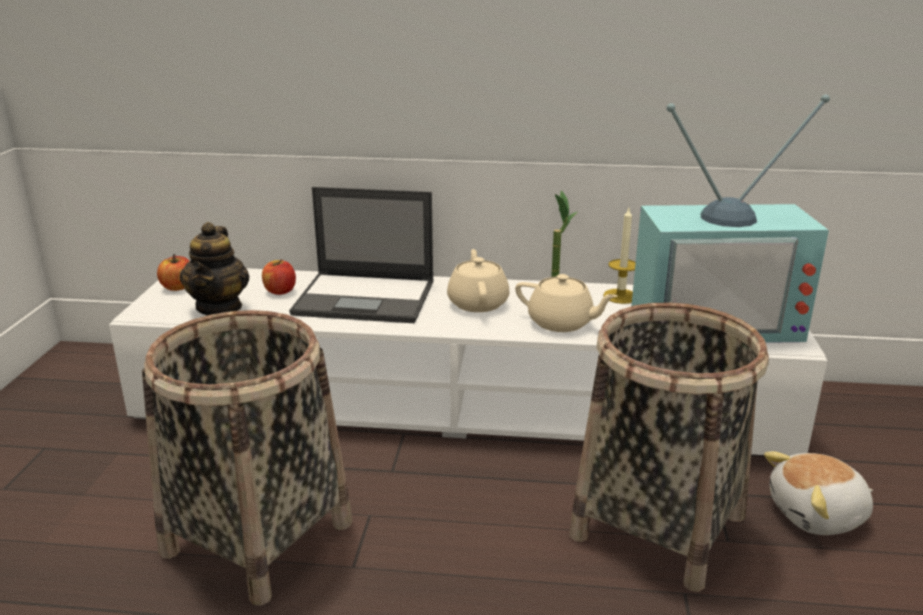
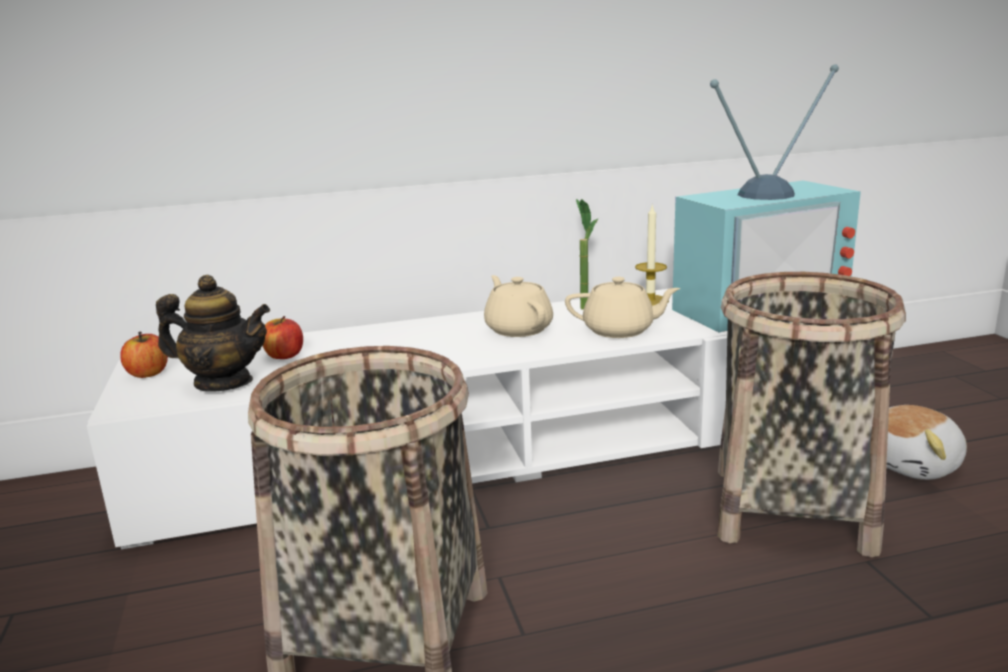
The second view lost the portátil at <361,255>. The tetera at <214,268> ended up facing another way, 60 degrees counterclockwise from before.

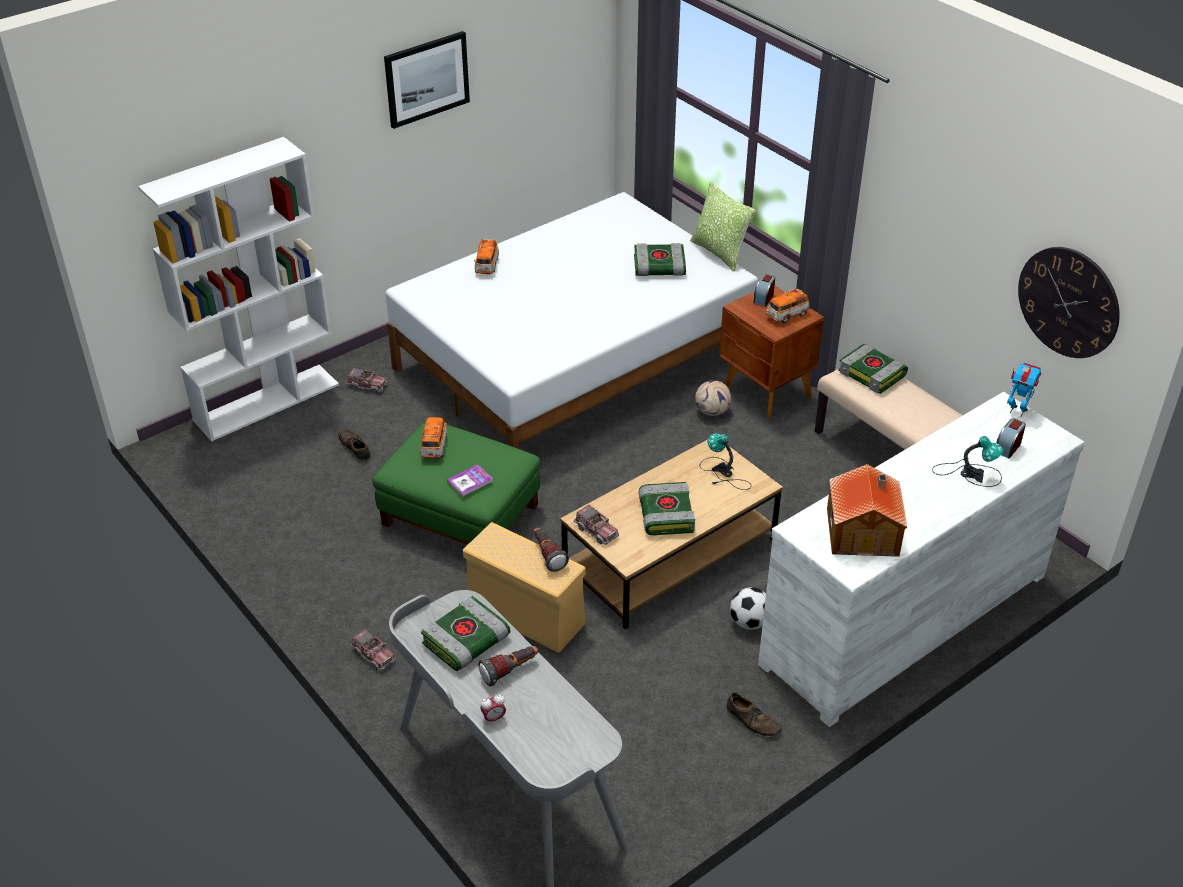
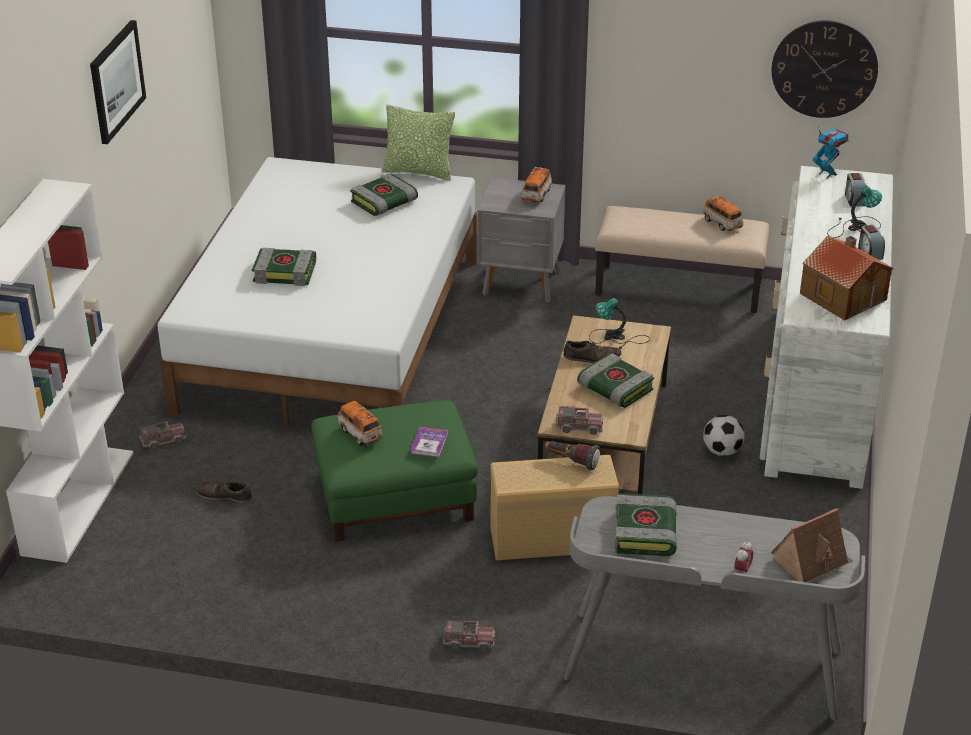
The second view lost the linterna at <508,666>. The second view lost the balón de fútbol at <713,398>. The second view gained the casita at <812,545>. The coche de juguete ended up elsewhere, having gone from <486,256> to <723,213>. The zapato (marrón) ended up elsewhere, having gone from <754,715> to <592,352>. The despertador ended up elsewhere, having gone from <764,290> to <871,242>. The libro ended up elsewhere, having gone from <873,369> to <284,267>. What was the mesita de noche (marrón) at <771,352> turned into the mesita de noche (gris) at <521,240>. The robot de juguete at <1024,389> ended up facing another way, 60 degrees clockwise from before.

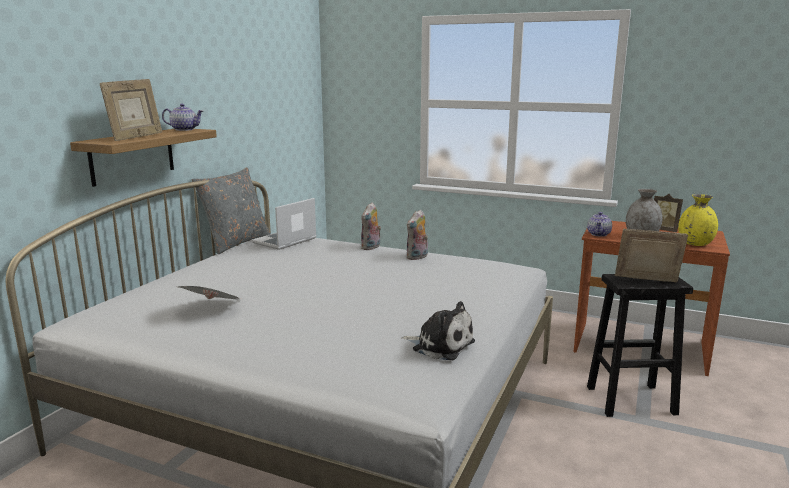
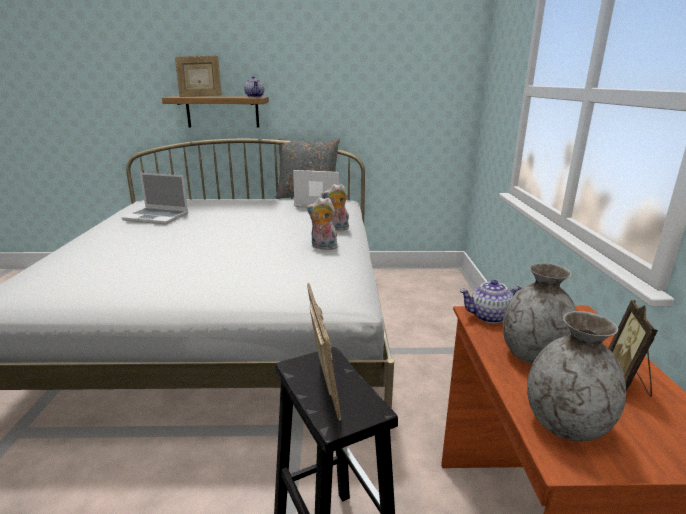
The second view lost the peluche at <438,330>. Where the periódico stood at <209,292>, the portátil came to stand at <154,199>. What was the florero (amarillo) at <698,220> turned into the florero (gris) at <576,376>.

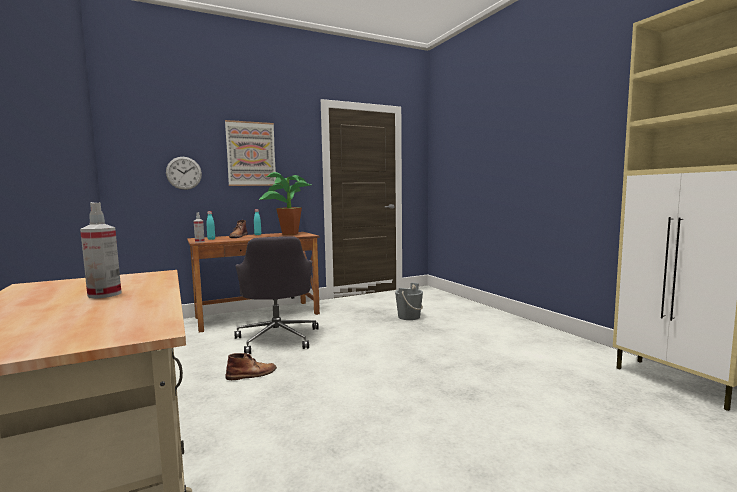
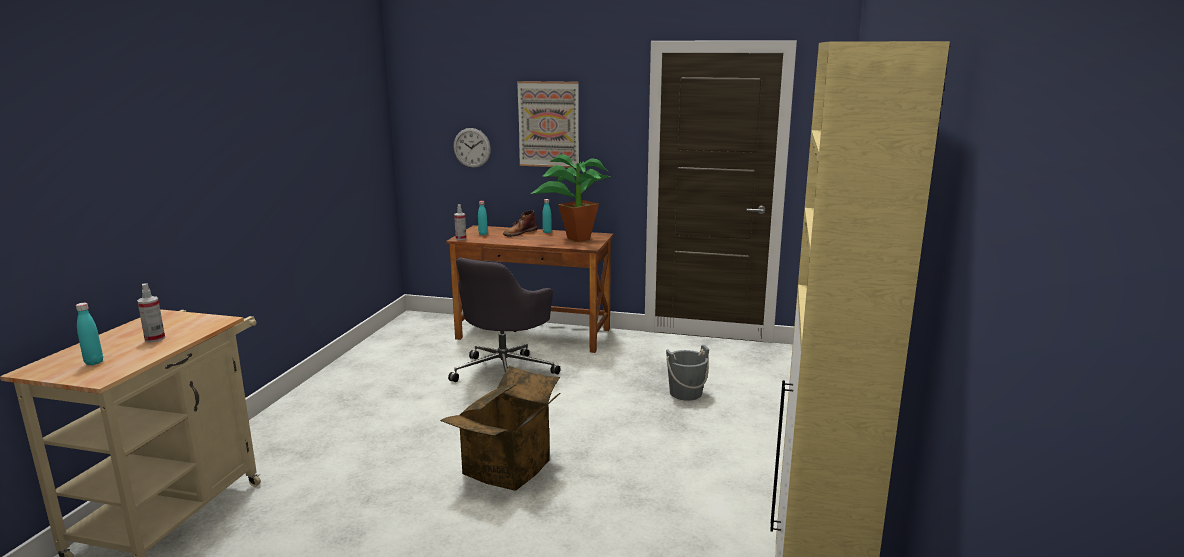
The second view lost the bota (marrón) at <251,366>. The second view gained the botella (turquesa) at <89,334>. The second view gained the caja de cartón at <500,428>.

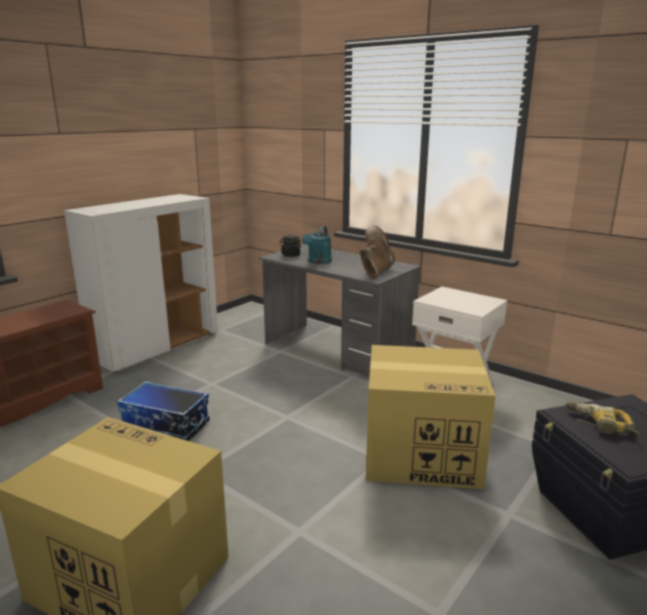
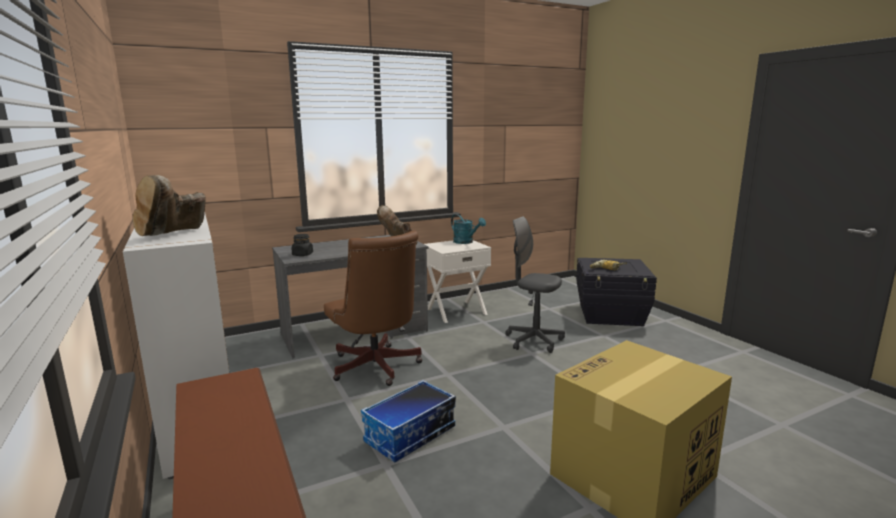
The second view gained the bota (marrón) at <169,205>. The second view gained the silla de oficina (marrón) at <373,308>. The regadera (turquesa) ended up elsewhere, having gone from <317,245> to <468,229>. Where the caja de cartón stood at <430,417>, the silla de oficina (gris) came to stand at <535,284>.

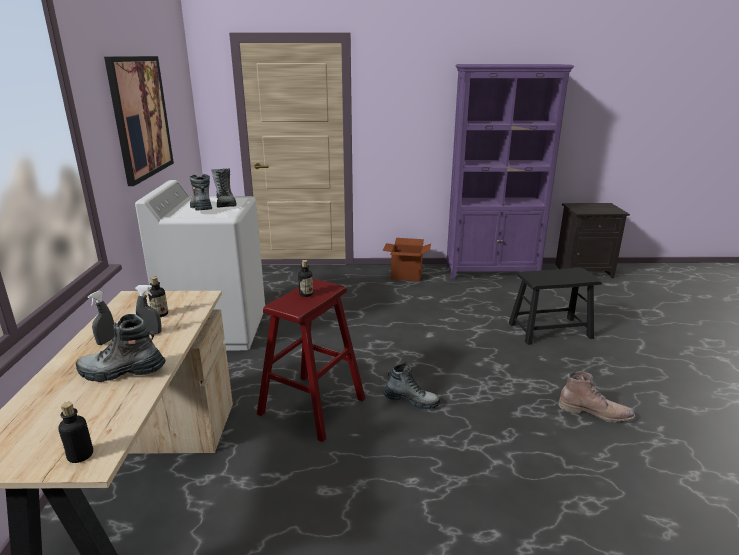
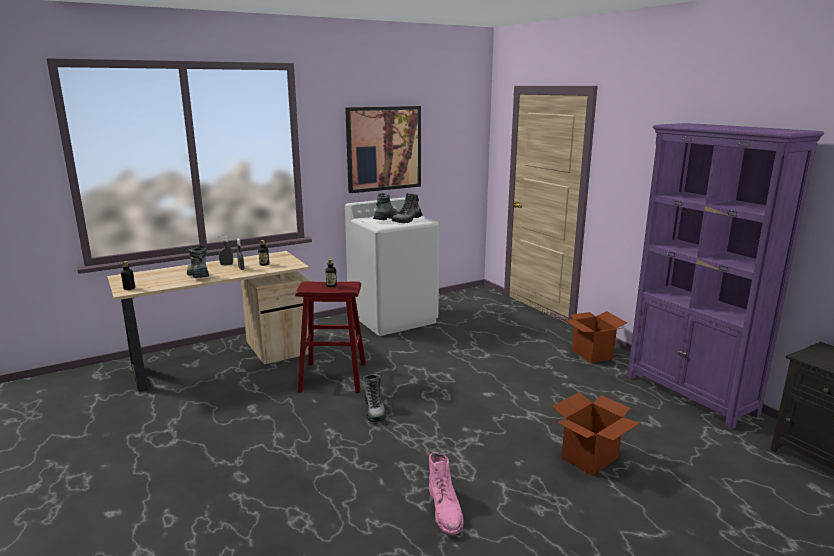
Where the taburete (negro) stood at <555,306>, the caja de cartón came to stand at <596,434>. What was the bota (marrón) at <596,397> turned into the bota (rosa) at <446,493>.

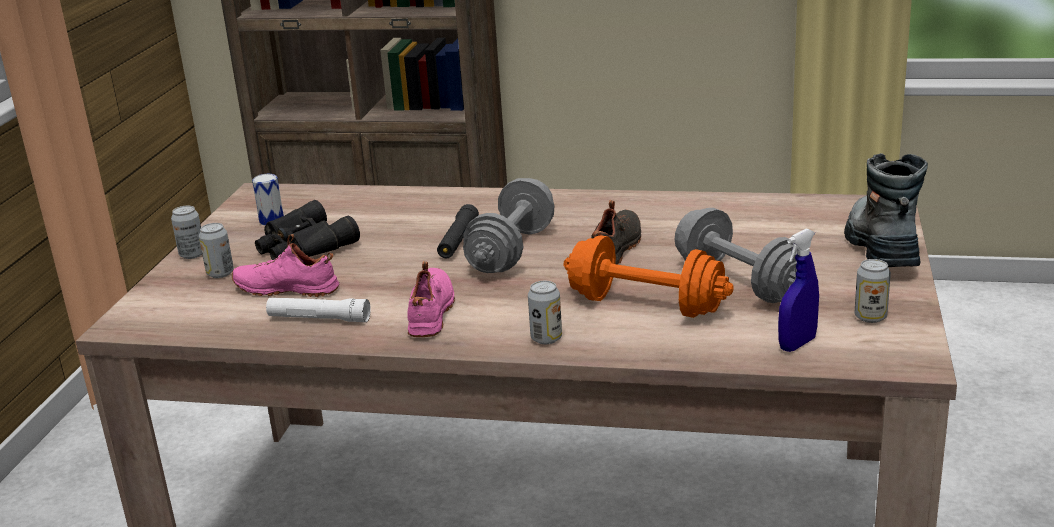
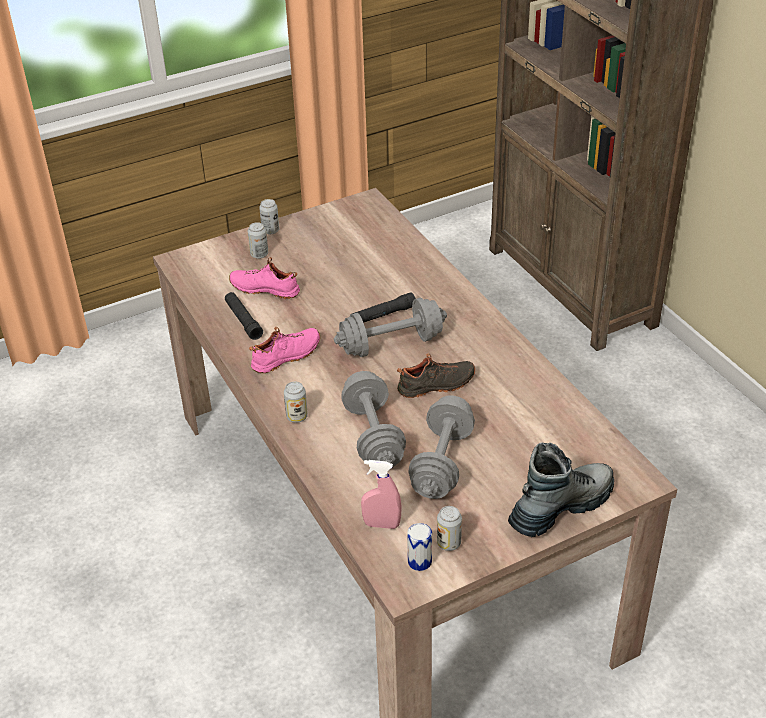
The second view lost the prismáticos (negro) at <307,230>. The lata ended up elsewhere, having gone from <268,200> to <419,547>. What was the linterna (blanco) at <318,310> turned into the linterna (negro) at <244,316>. What was the mancuerna (naranja) at <648,276> turned into the mancuerna (gris) at <373,419>. What was the pulverizador (azul) at <798,290> turned into the pulverizador (rosa) at <381,494>. The zapato (rosa) at <285,265> ended up facing another way, 45 degrees counterclockwise from before.

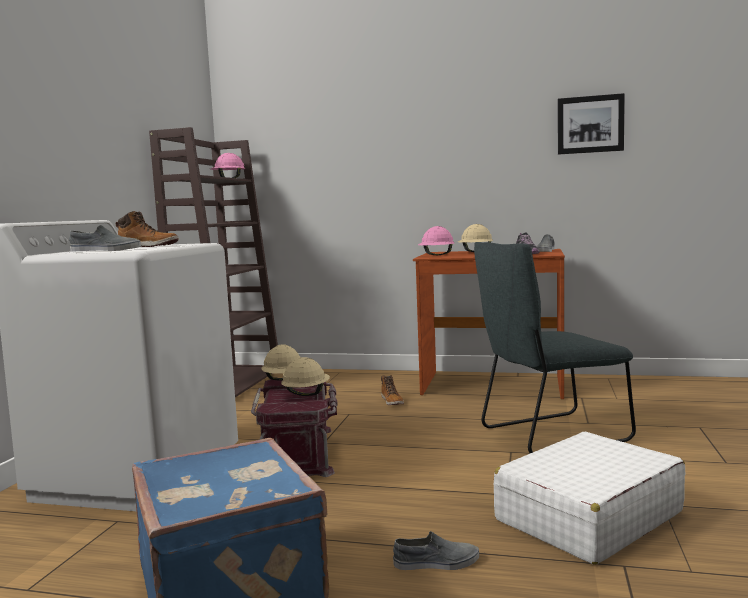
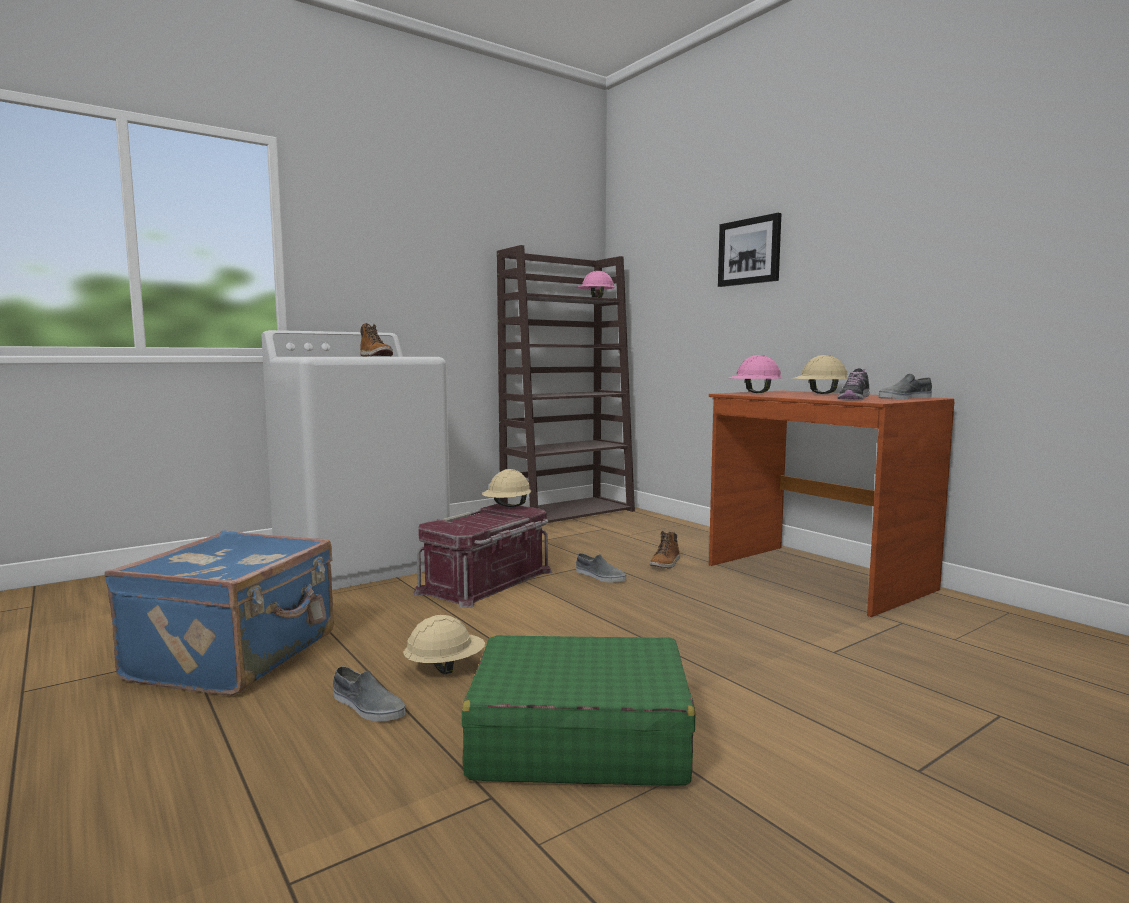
The second view lost the silla (gris) at <555,347>. The zapato (gris) ended up elsewhere, having gone from <105,238> to <601,567>. The casco (beis) ended up elsewhere, having gone from <305,376> to <444,645>. The cuadro ended up elsewhere, having gone from <591,124> to <749,250>. What was the maleta (blanco) at <589,498> turned into the maleta (verde) at <578,710>.

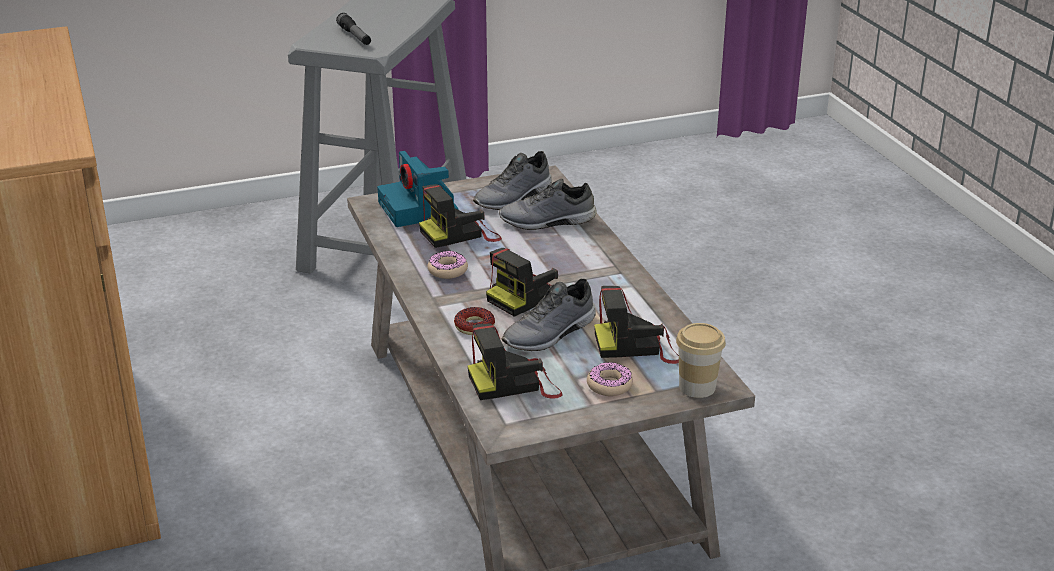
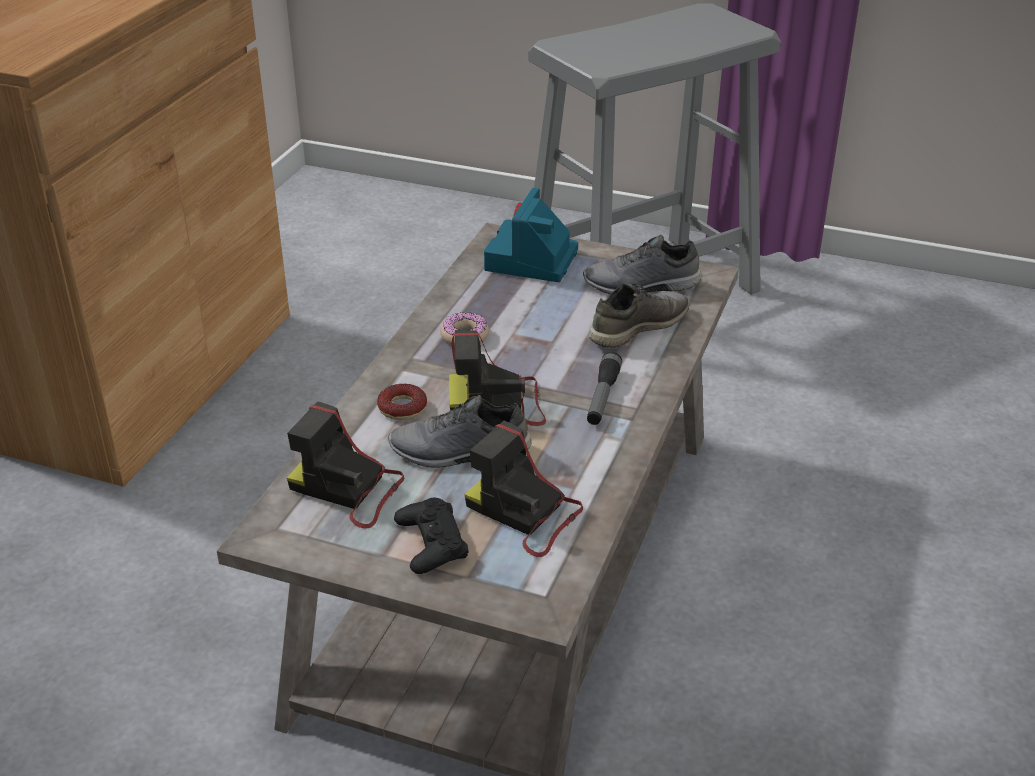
The second view lost the cámara at <460,216>. The second view lost the taza at <701,360>. The linterna ended up elsewhere, having gone from <353,29> to <604,388>. Where the rosquilla stood at <610,379>, the mando de consola (negro) came to stand at <431,536>. The zapato (gris) at <548,204> ended up facing another way, 105 degrees clockwise from before.

